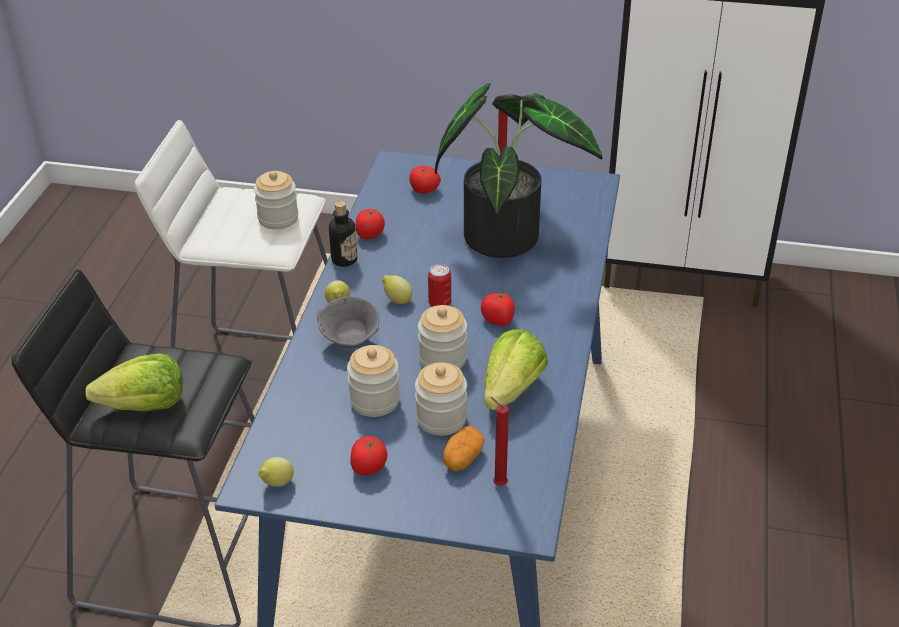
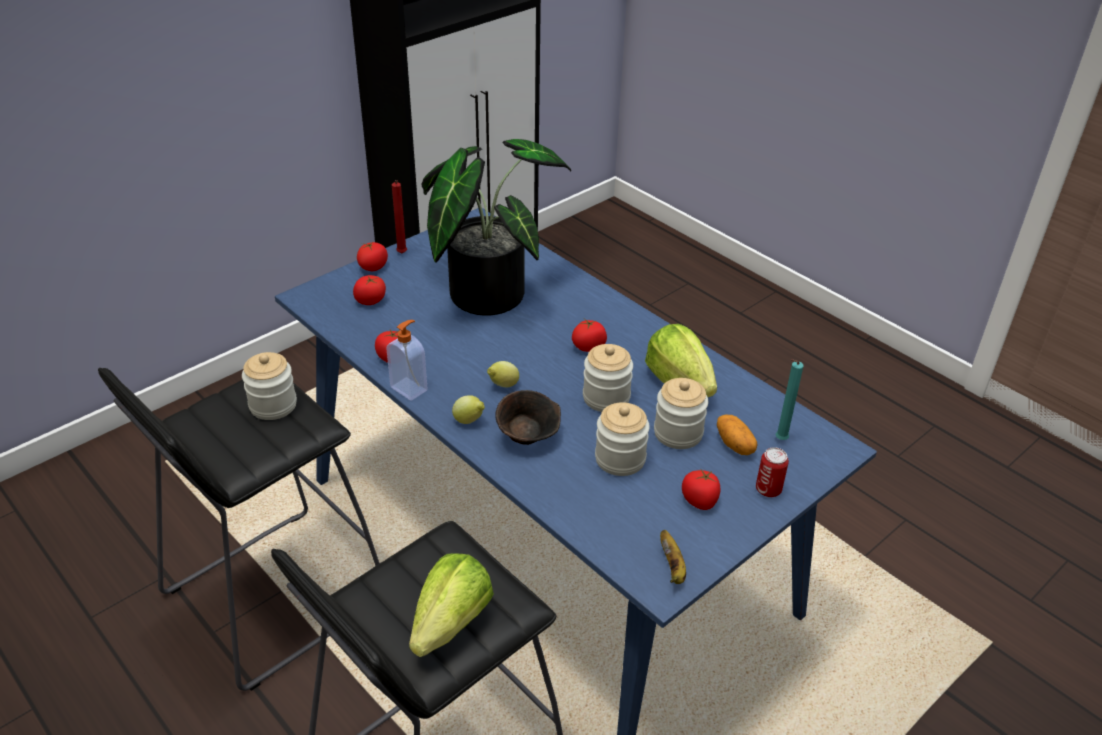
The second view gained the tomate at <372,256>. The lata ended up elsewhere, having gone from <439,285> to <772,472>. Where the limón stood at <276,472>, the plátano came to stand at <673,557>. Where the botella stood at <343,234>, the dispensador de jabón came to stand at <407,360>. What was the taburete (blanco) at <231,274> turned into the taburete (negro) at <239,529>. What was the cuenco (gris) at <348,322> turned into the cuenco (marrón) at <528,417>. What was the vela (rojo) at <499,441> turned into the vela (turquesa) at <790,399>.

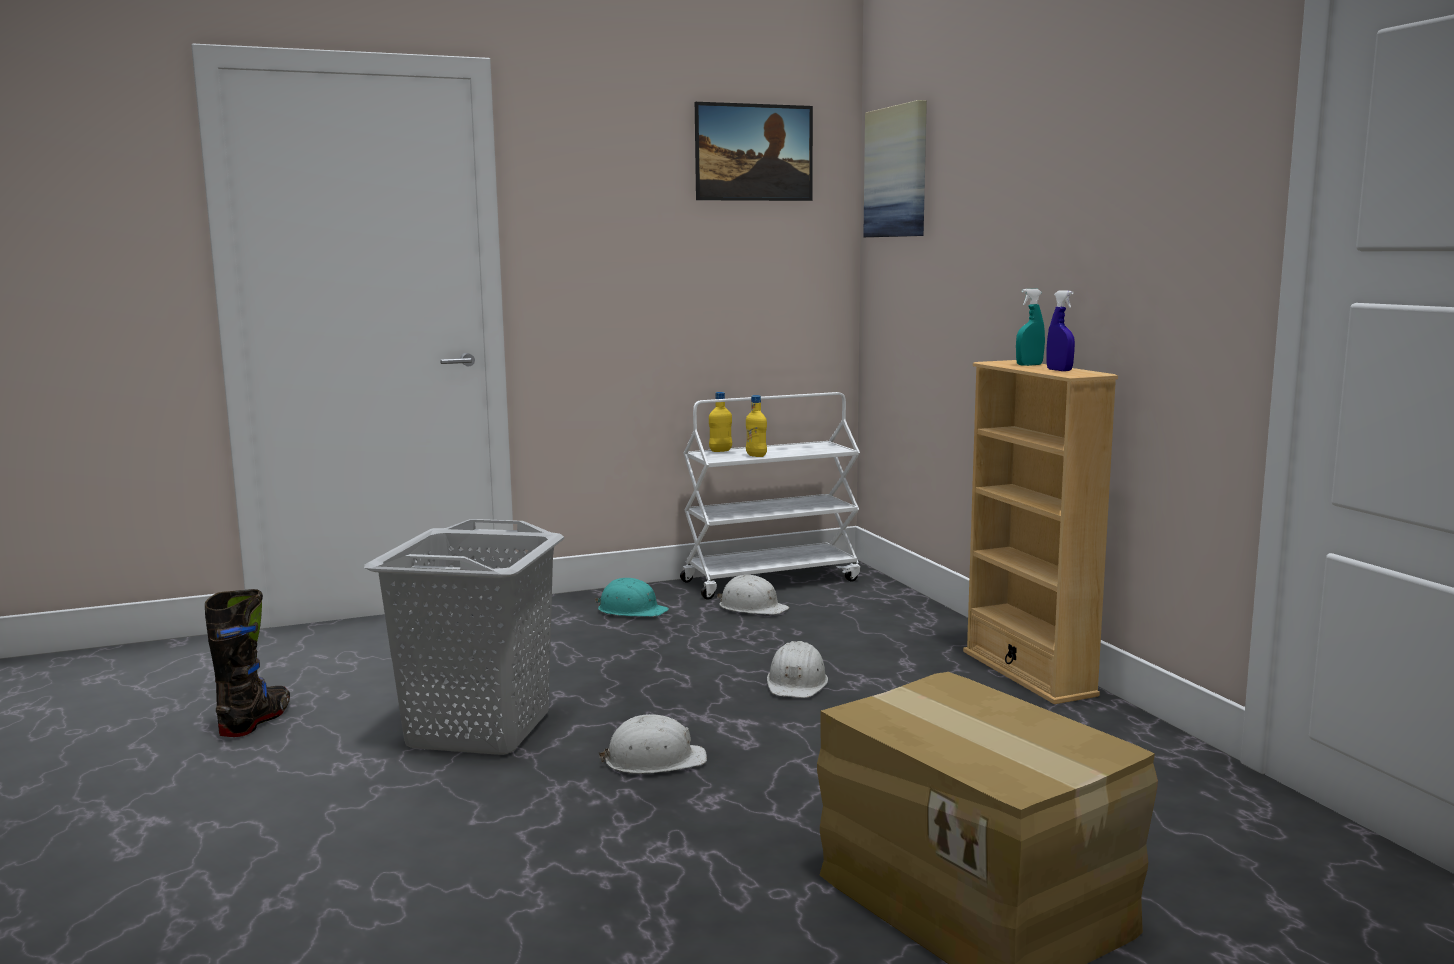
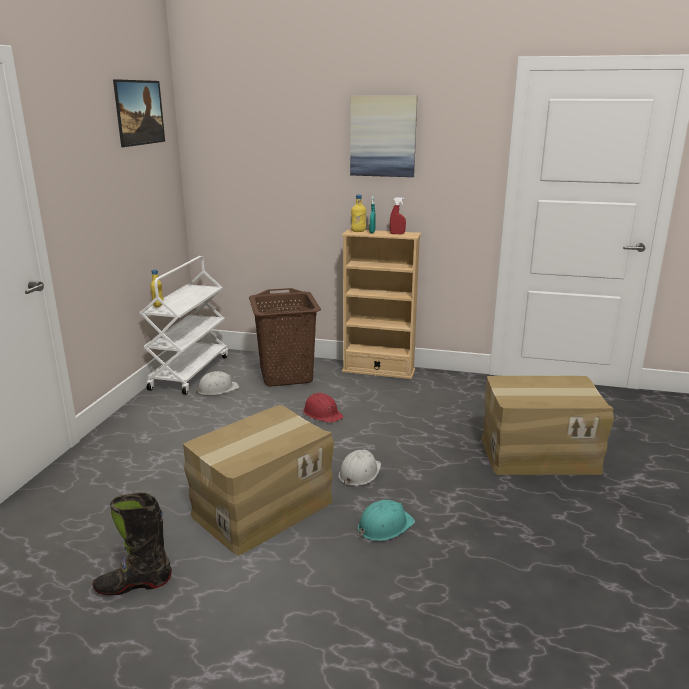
The second view gained the cesto de la ropa (marrón) at <285,337>. The casco (turquesa) ended up elsewhere, having gone from <632,597> to <386,520>. The botella (amarillo) ended up elsewhere, having gone from <756,426> to <358,213>. The cuadro ended up elsewhere, having gone from <895,168> to <383,136>. Where the cesto de la ropa (gris) stood at <464,637>, the caja de cartón came to stand at <258,480>. What was the casco (blanco) at <797,669> turned into the casco (rojo) at <323,408>. What was the pulverizador (azul) at <1060,331> turned into the pulverizador (rojo) at <398,215>. The bota (negro) at <247,663> ended up facing another way, 60 degrees counterclockwise from before.

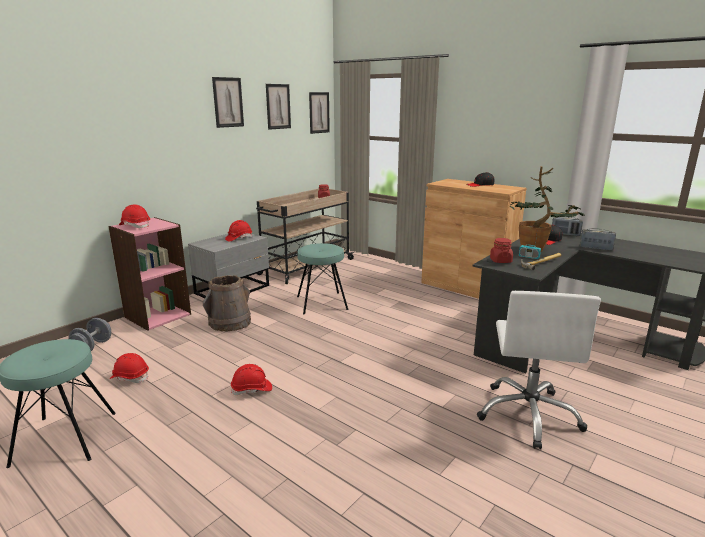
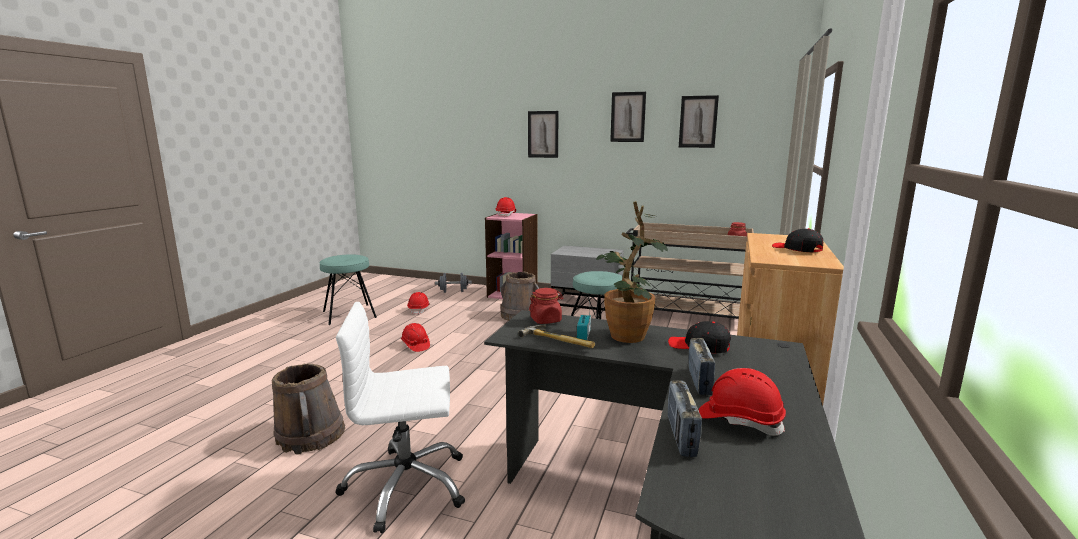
The second view gained the cubo (marrón) at <308,409>. The casco (rojo) ended up elsewhere, having gone from <238,231> to <742,402>. The cuadro ended up elsewhere, having gone from <319,113> to <543,134>. The radio ended up elsewhere, having gone from <567,226> to <685,418>.

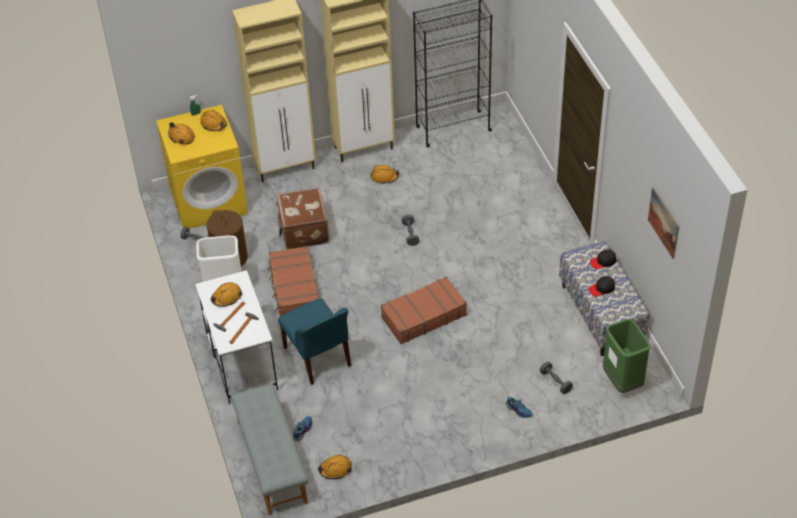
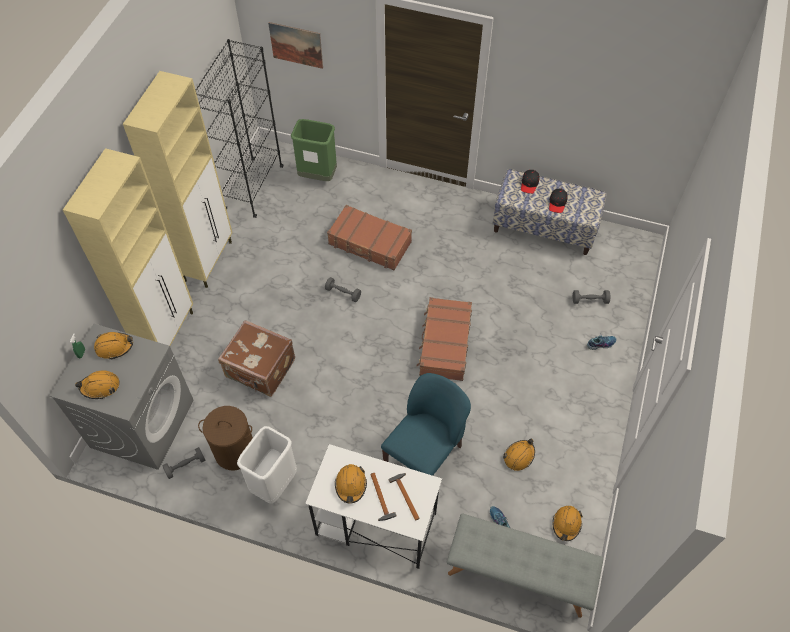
The maleta (marrón) ended up elsewhere, having gone from <293,281> to <369,237>. The casco (naranja) ended up elsewhere, having gone from <385,174> to <519,455>. The papelera (verde) ended up elsewhere, having gone from <627,356> to <314,150>. The cuadro ended up elsewhere, having gone from <663,223> to <295,45>. What was the lavadora (amarillo) at <202,167> turned into the lavadora (gris) at <122,397>. The silla (azul) at <314,341> ended up facing another way, 60 degrees counterclockwise from before.

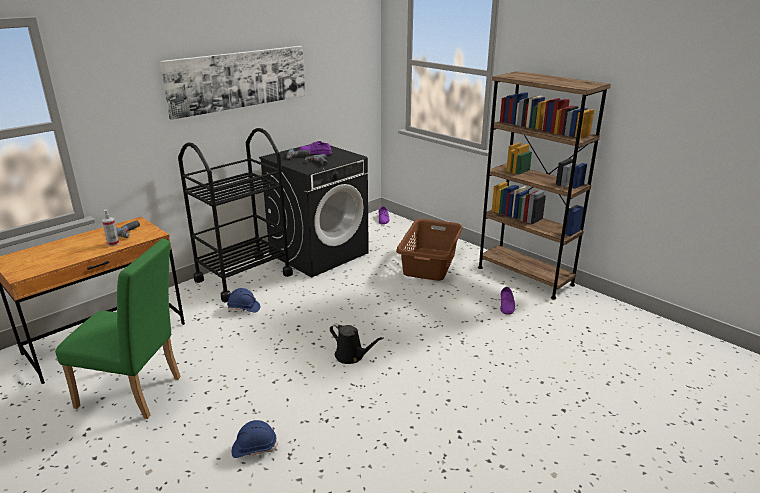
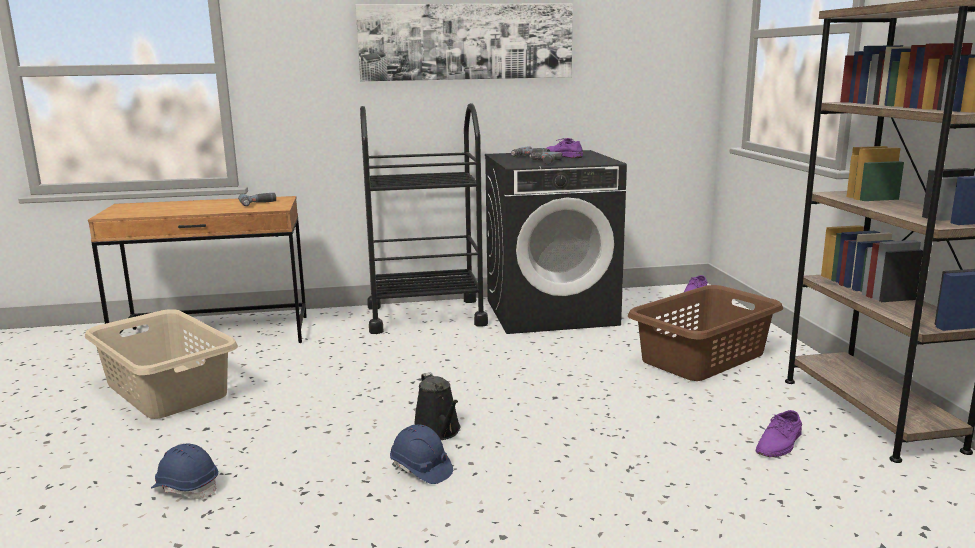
The second view lost the pulverizador at <110,228>. The casco (azul) ended up elsewhere, having gone from <244,300> to <421,454>. Where the silla (verde) stood at <118,329>, the cesto de la ropa (beis) came to stand at <161,364>.

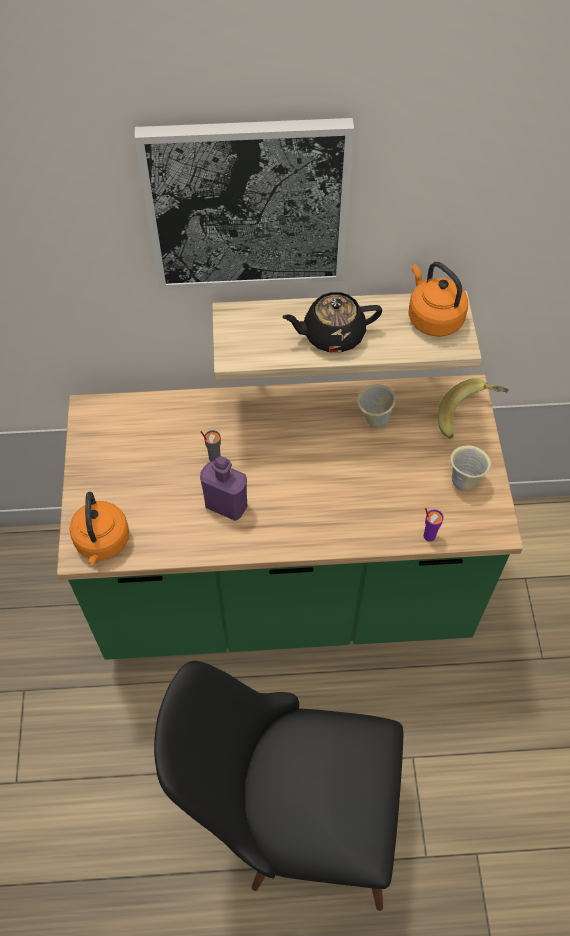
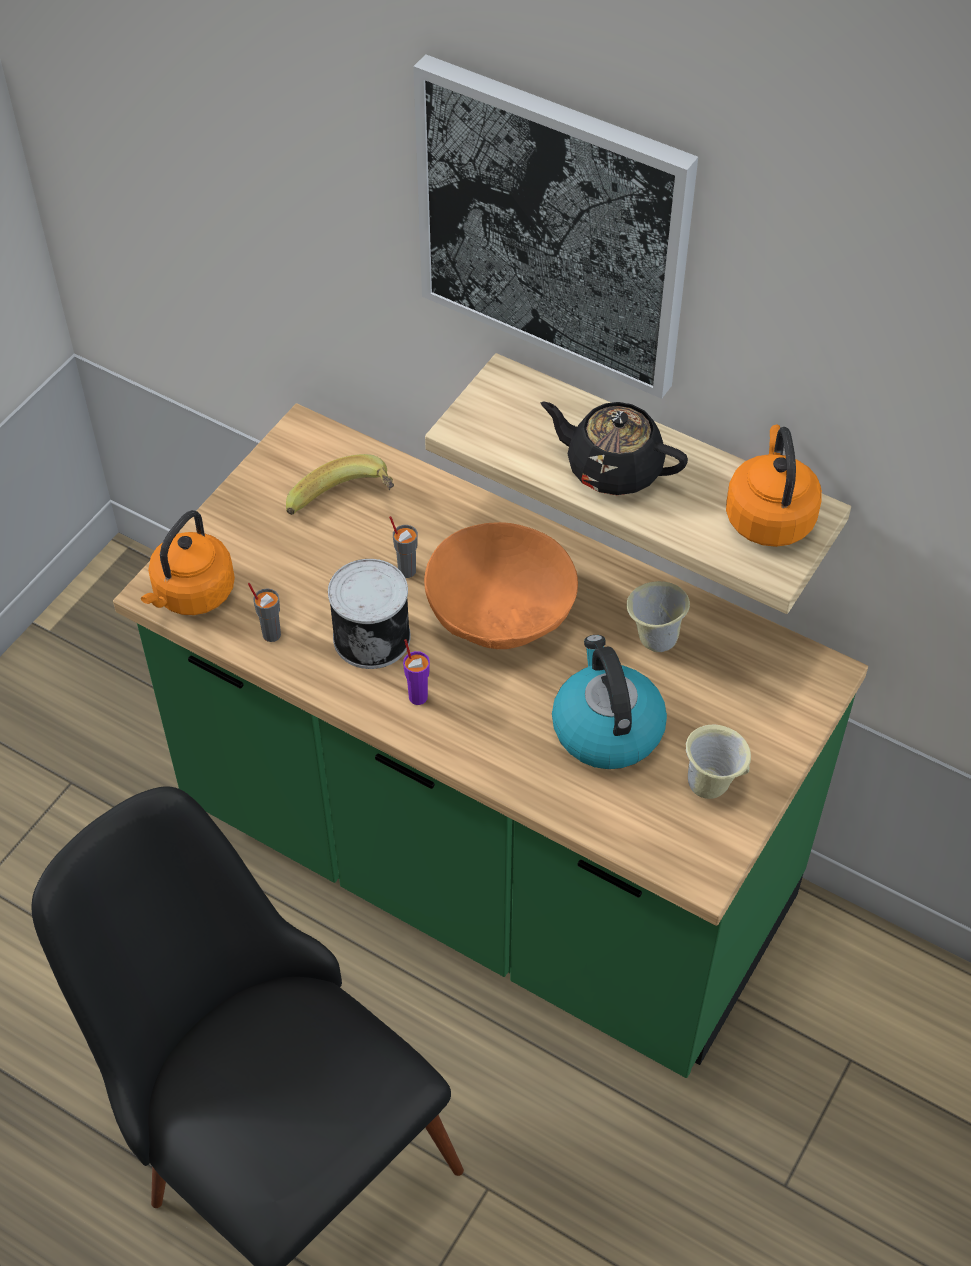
The second view gained the taza (gris) at <264,612>. The second view gained the cuenco (naranja) at <501,585>. The second view gained the hervidor at <609,702>. The taza (morado) ended up elsewhere, having gone from <434,524> to <416,672>. The plátano ended up elsewhere, having gone from <473,408> to <340,484>. Where the botella (morado) stood at <223,488>, the lata came to stand at <369,614>.

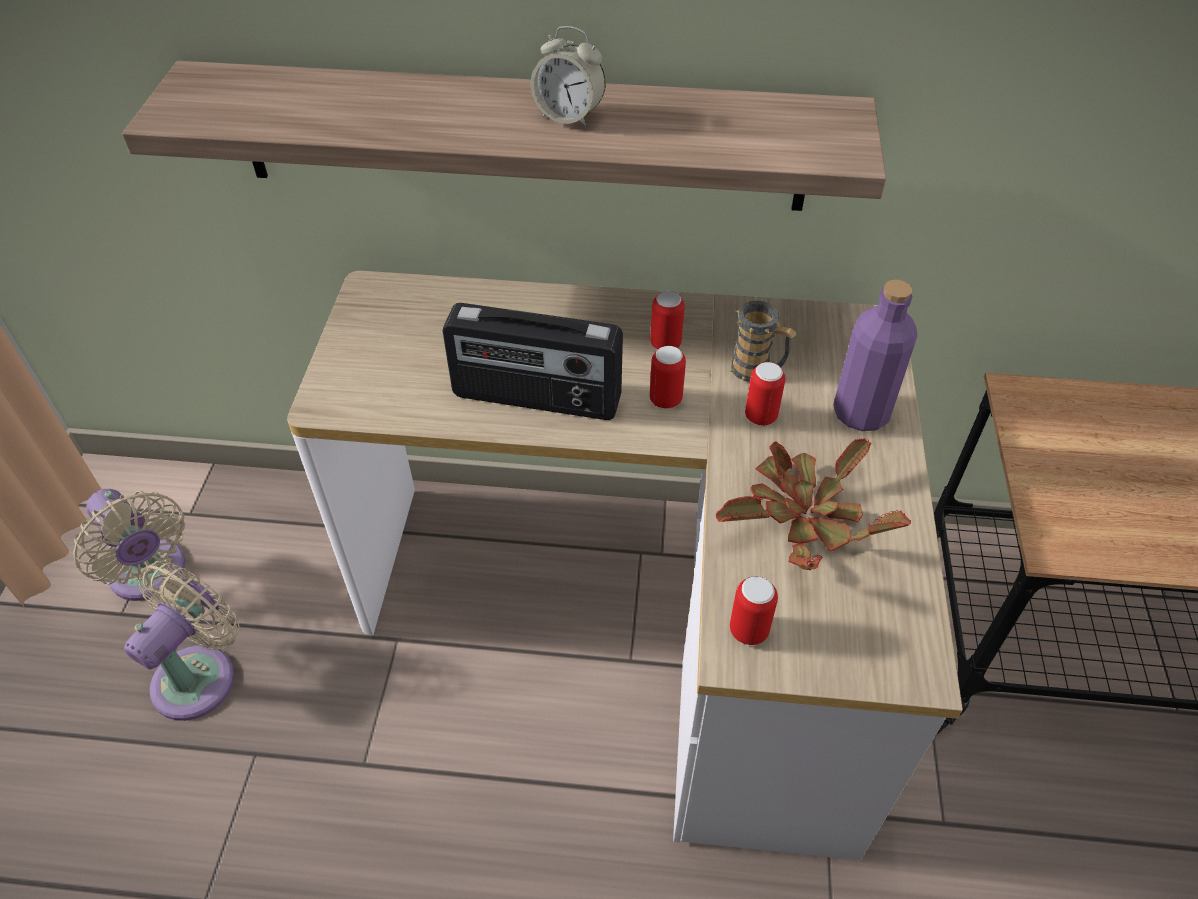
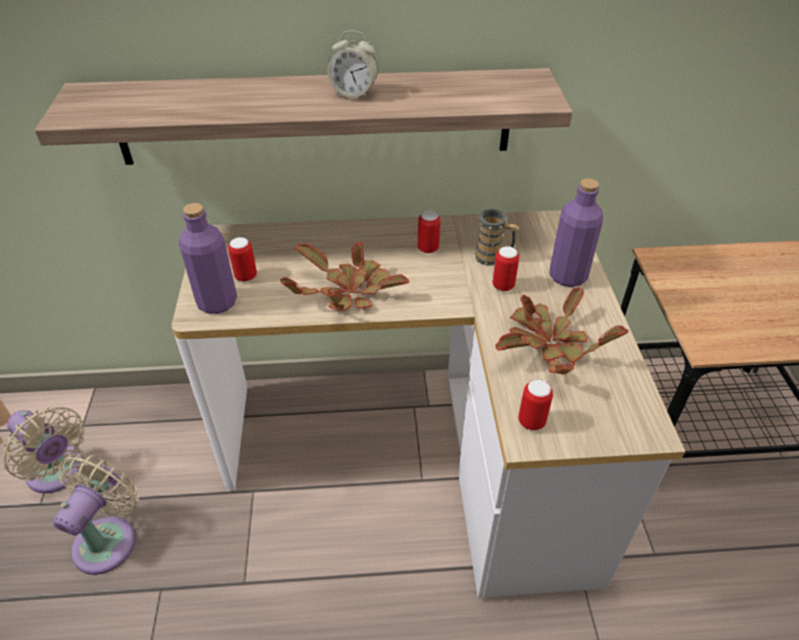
The second view gained the botella (morado) at <208,258>. The lata ended up elsewhere, having gone from <668,377> to <242,259>. Where the radio stood at <533,361>, the planta en maceta came to stand at <344,276>.

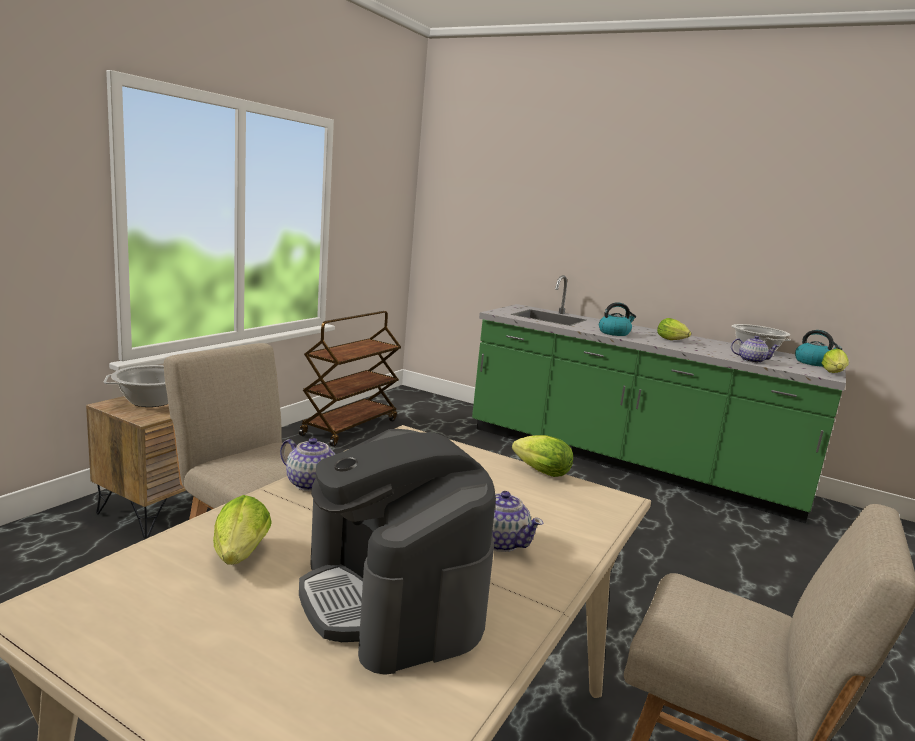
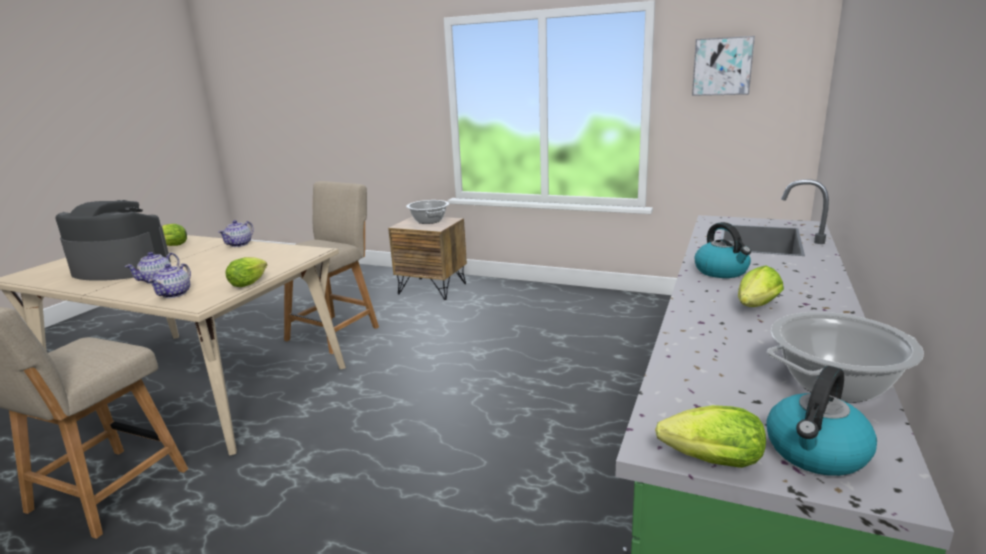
The second view lost the carrito (marrón) at <350,379>. The second view gained the cuadro at <723,66>. The tetera ended up elsewhere, having gone from <755,349> to <169,280>. The cafetera at <397,552> ended up facing another way, 45 degrees clockwise from before.

